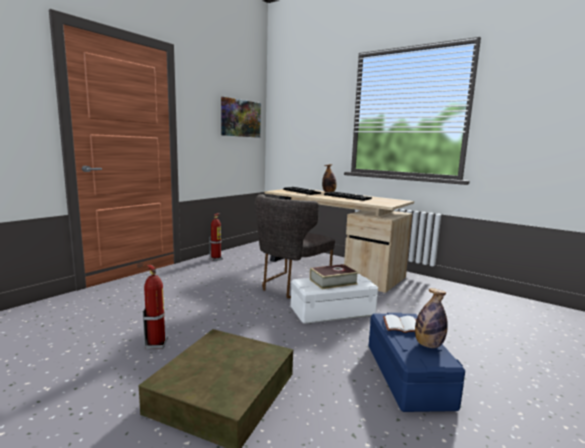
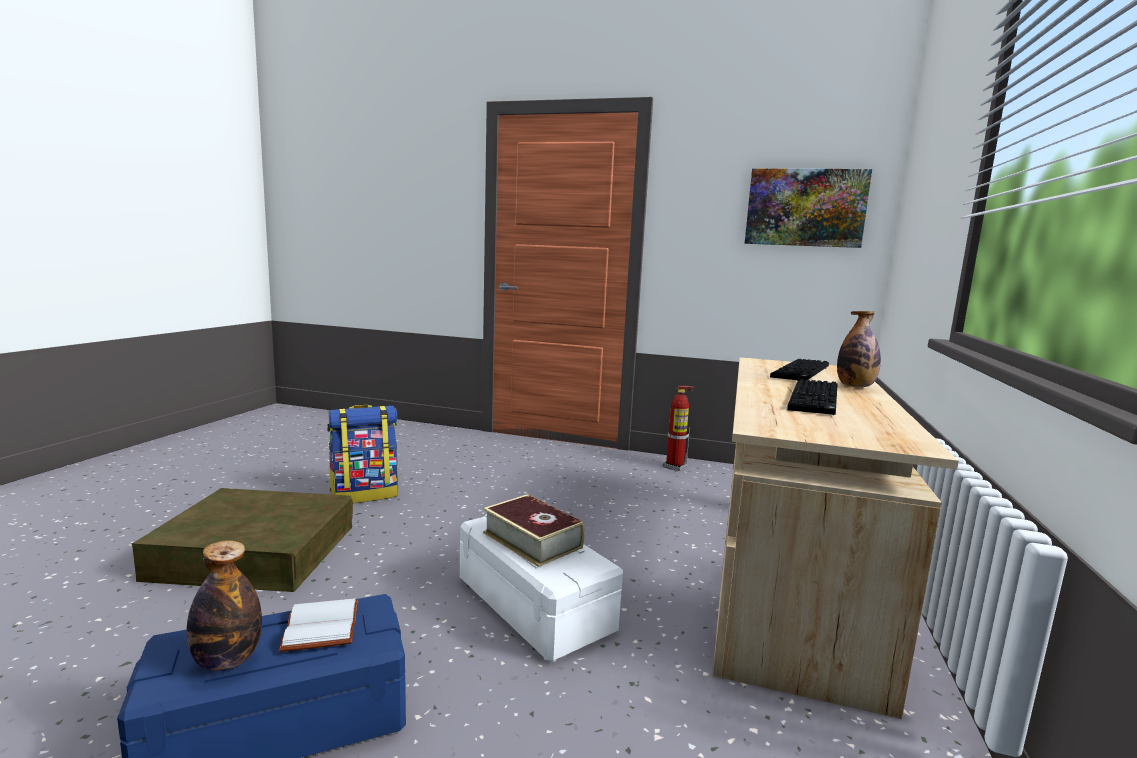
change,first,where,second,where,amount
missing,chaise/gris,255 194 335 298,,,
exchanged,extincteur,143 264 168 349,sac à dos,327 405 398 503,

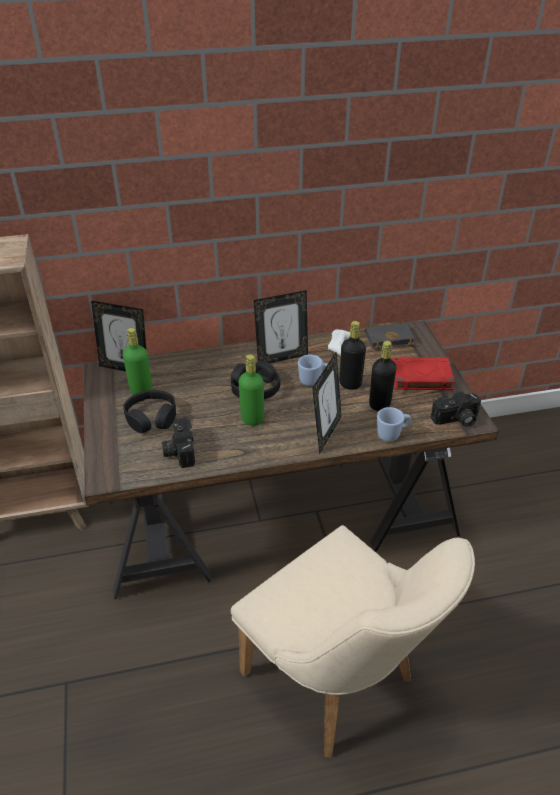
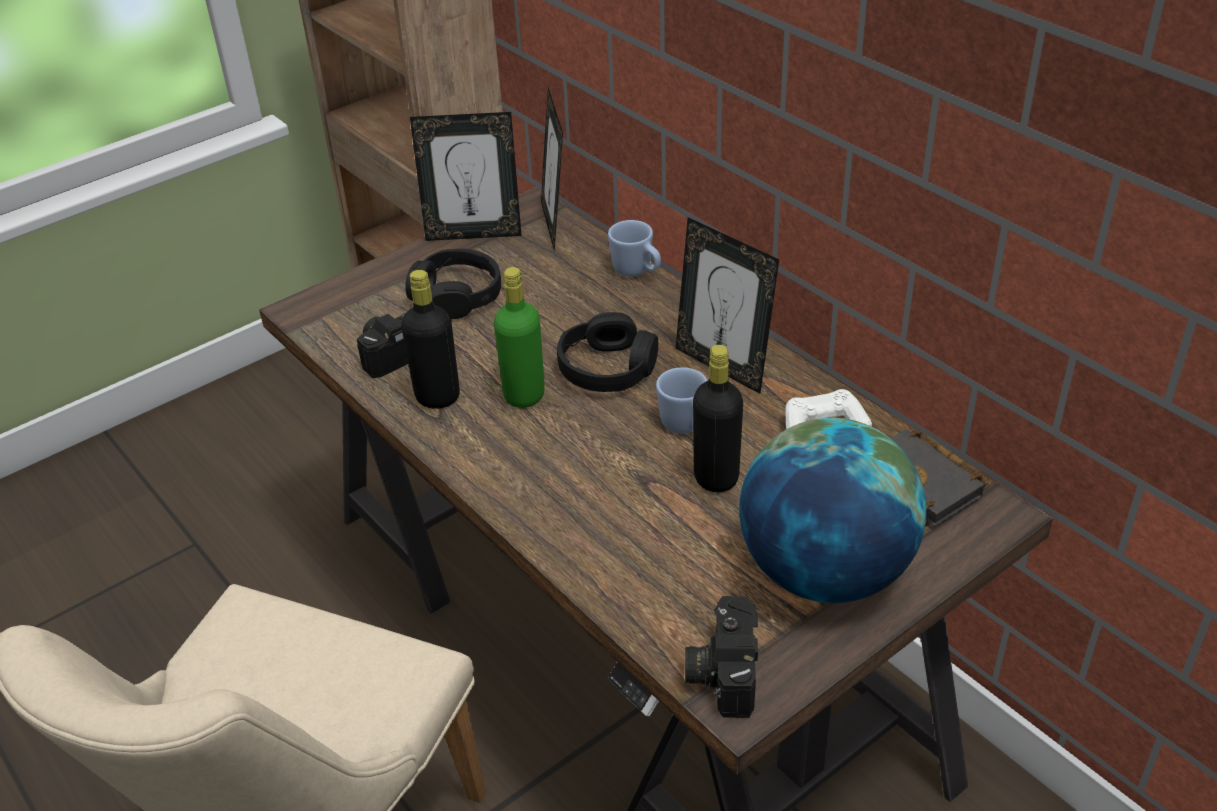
change,first,where,second,where,amount
missing,bouteille/vert,123 328 152 395,,,
relocated,cadre photo,312 351 341 454,,410 112 522 241,
relocated,bouteille/noir,369 341 396 411,,401 270 460 409,
relocated,mug/bleu,377 407 411 442,,608 220 661 277,
exchanged,livre/rouge,391 357 455 391,globe,739 418 926 603,
spun,appareil photo,431 391 481 427,,685 596 758 718,45 degrees clockwise

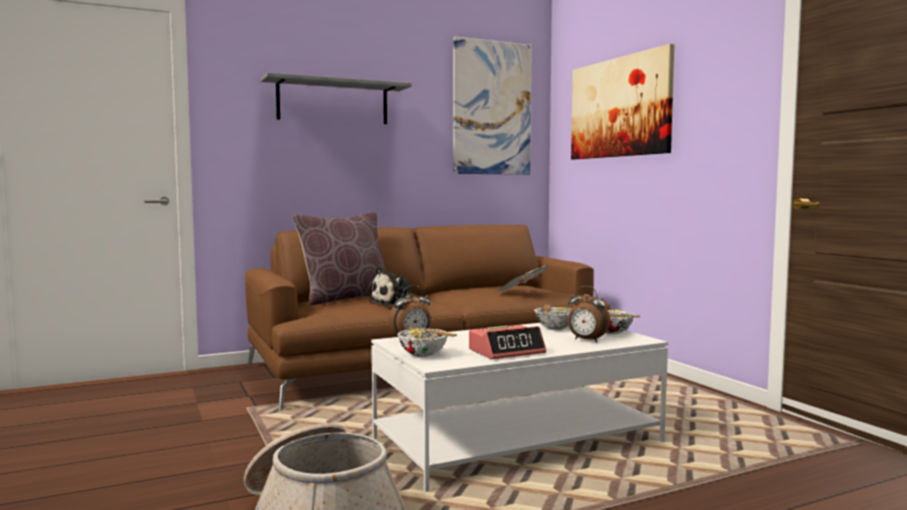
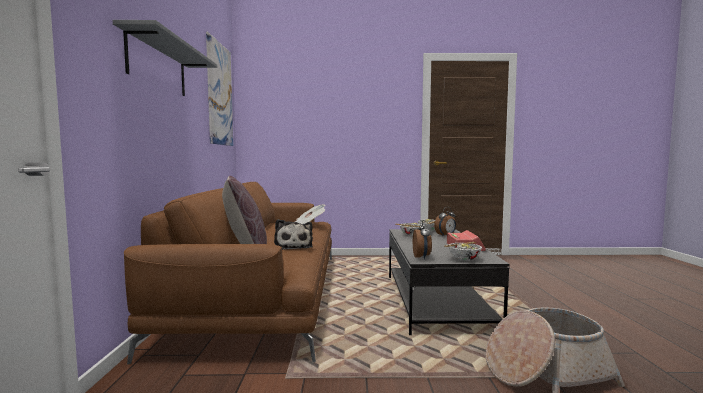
change,first,where,second,where,amount
missing,tableau,571 44 674 159,,,
colour,table basse/blanc,371 323 668 492,table basse/noir,389 229 510 335,

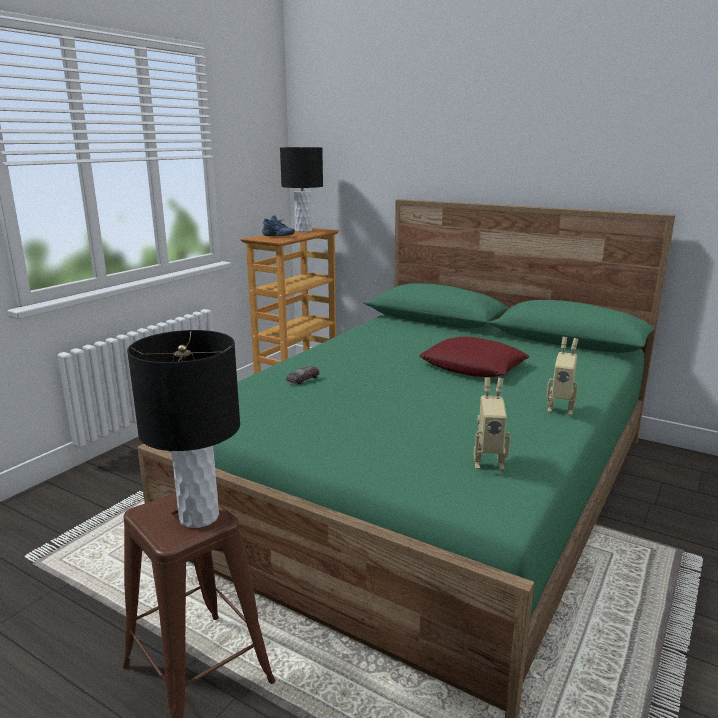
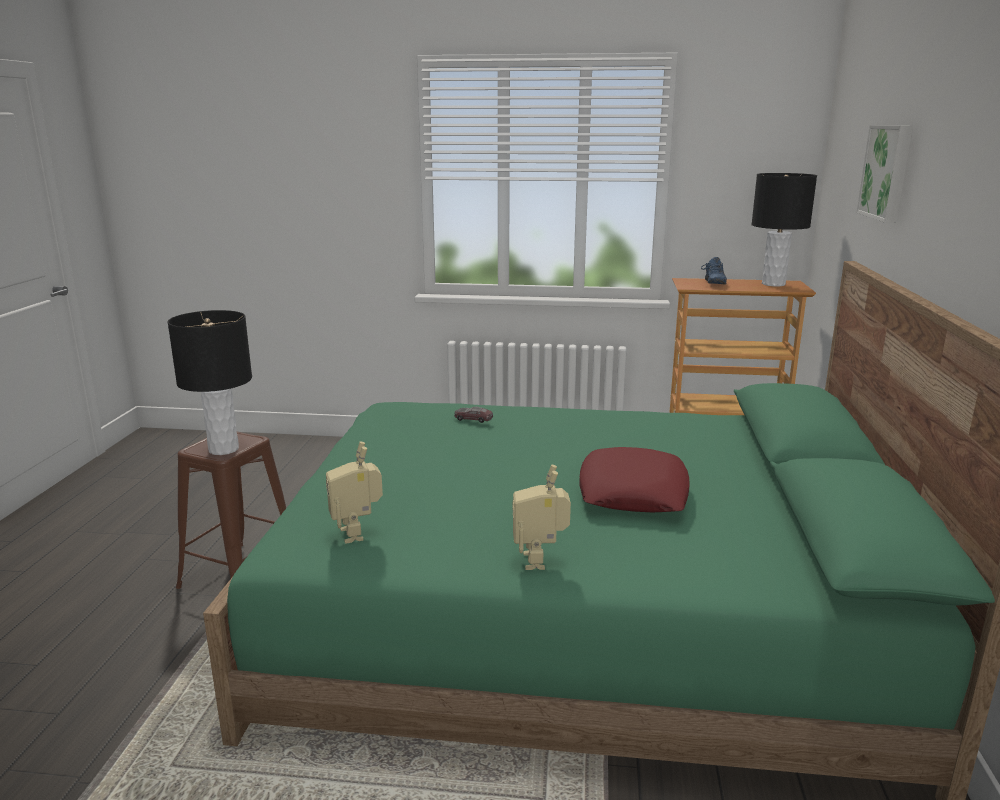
change,first,where,second,where,amount
appeared,,,tableau,856 125 913 223,

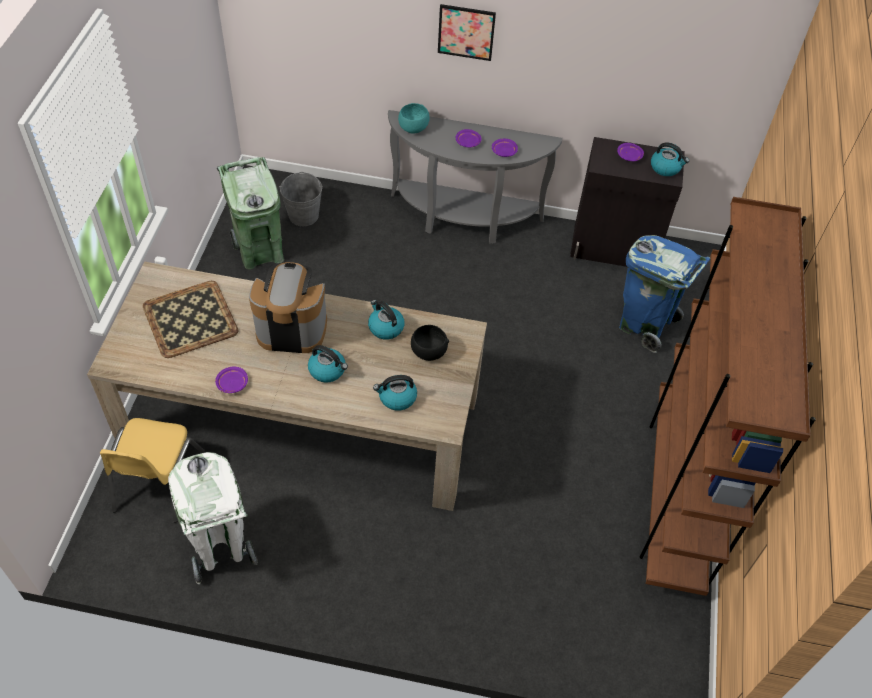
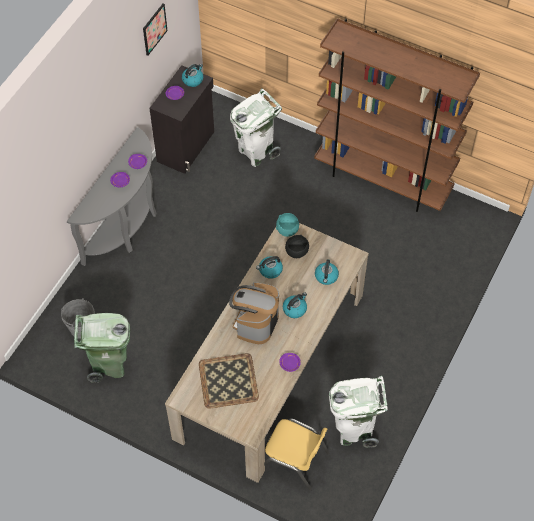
change,first,where,second,where,amount
relocated,bol/turquoise,398 103 430 134,,276 213 299 237,
relocated,tableau,438 4 496 61,,143 3 167 56,
colour,poubelle/bleu,619 235 711 353,poubelle/blanc,230 88 282 167,

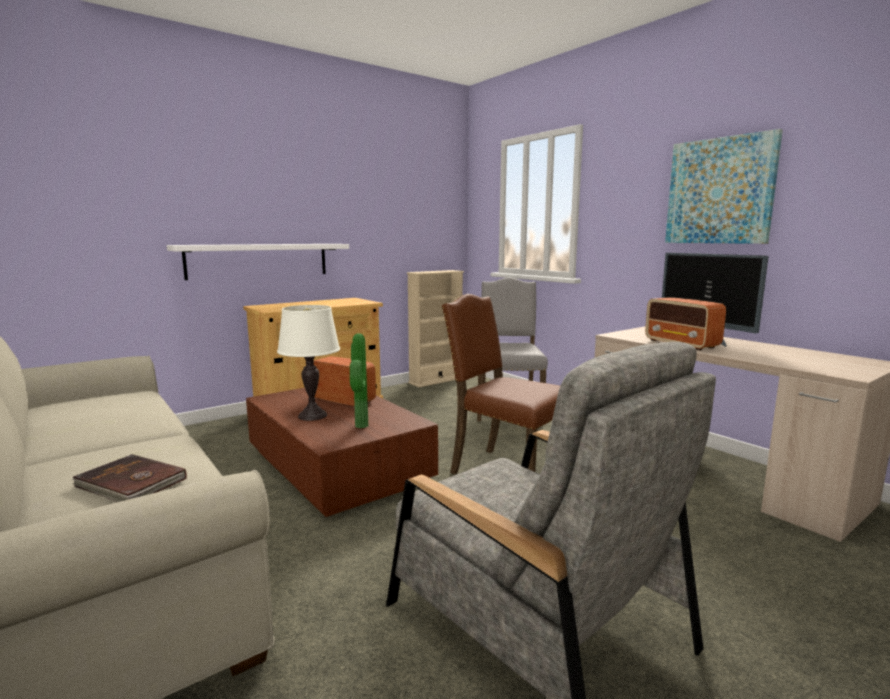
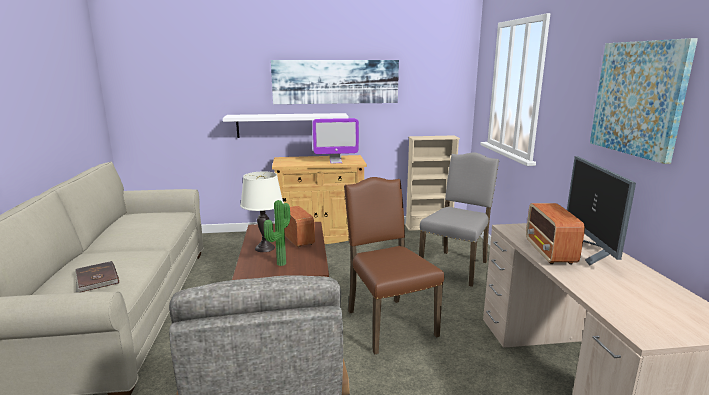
change,first,where,second,where,amount
appeared,,,tableau,271 60 399 104,
appeared,,,écran d'ordinateur,312 118 359 164,

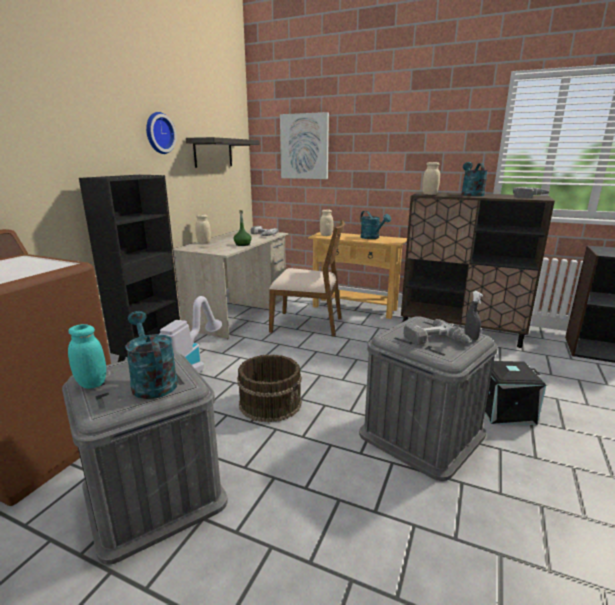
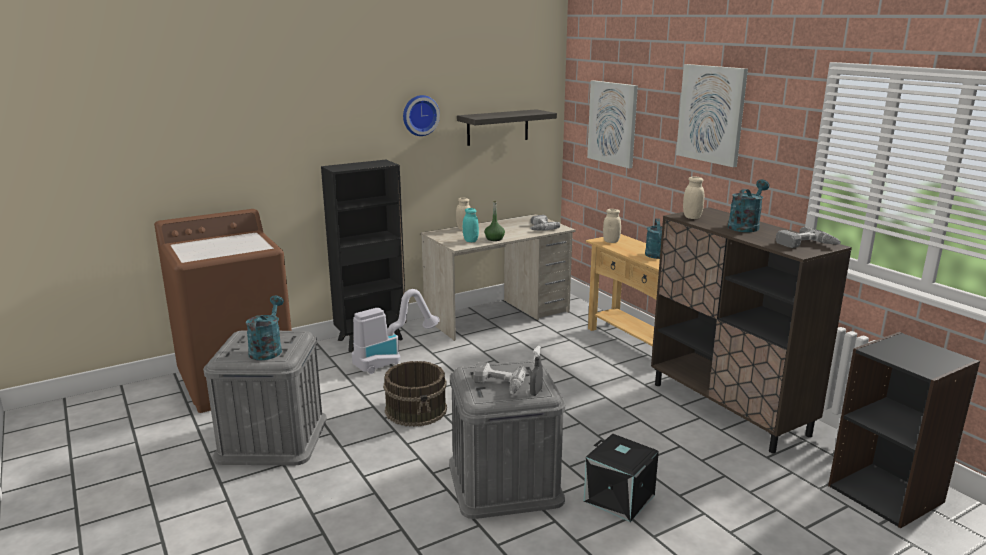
change,first,where,second,where,amount
missing,chaise/marron,269 220 345 337,,,
appeared,,,tableau,676 64 748 167,
relocated,bocal/turquoise,68 324 106 389,,463 208 479 242,

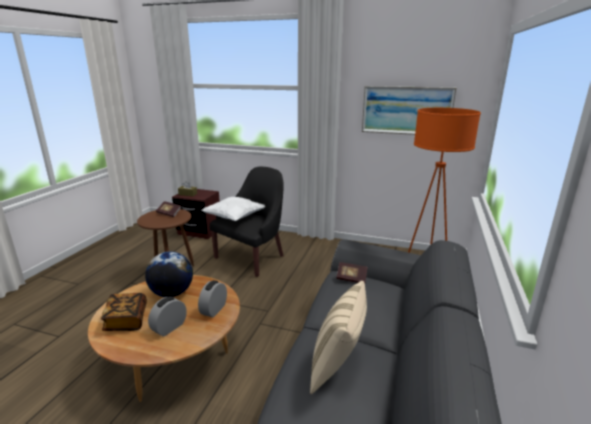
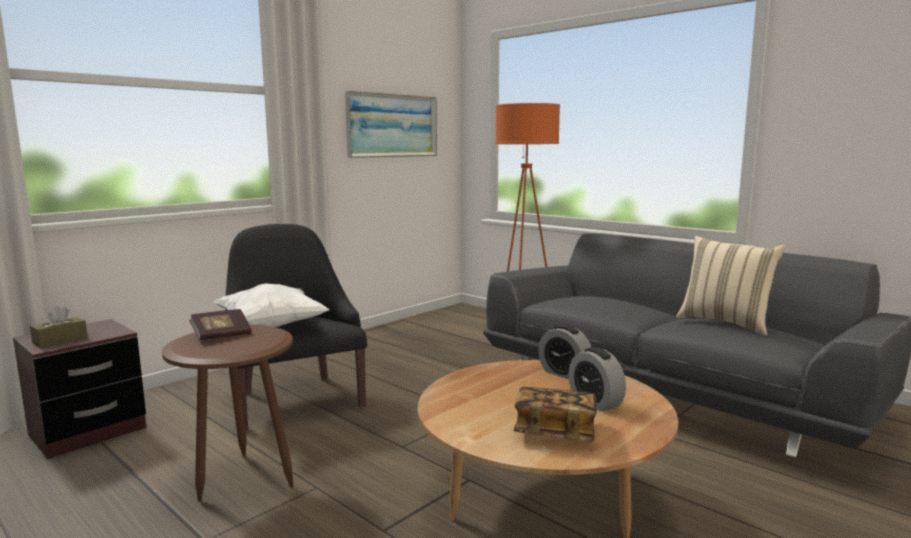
change,first,where,second,where,amount
missing,globe,145 252 193 297,,,
missing,livre,336 262 367 283,,,

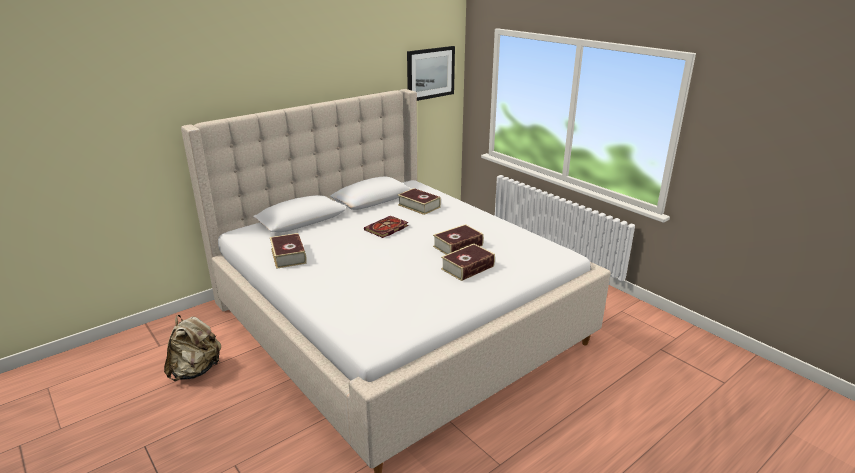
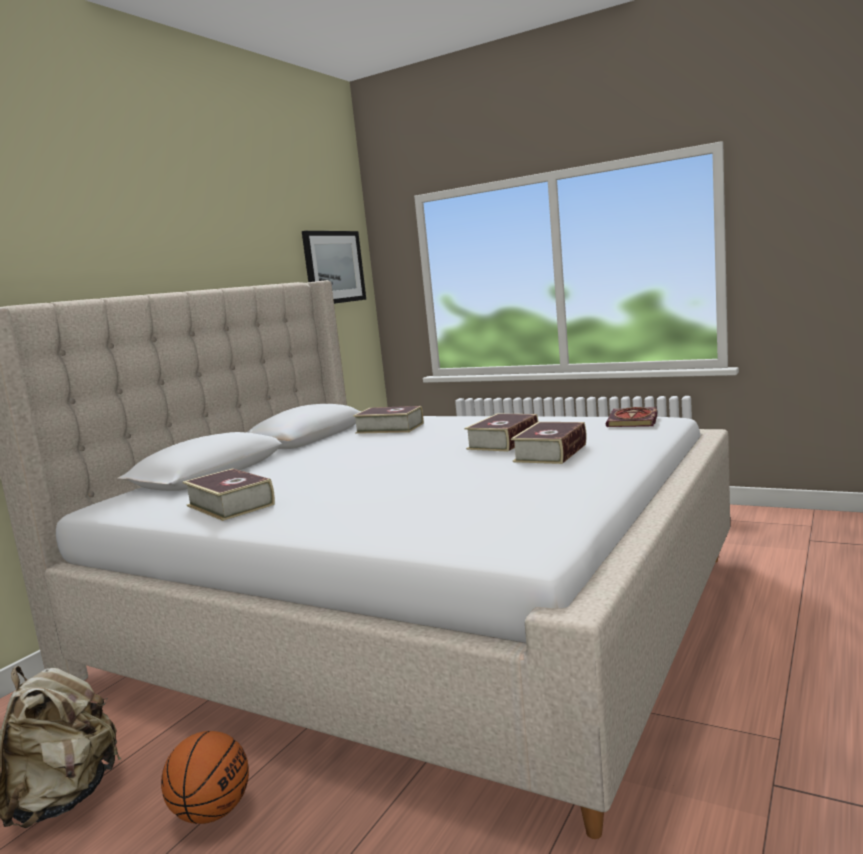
change,first,where,second,where,amount
appeared,,,ballon de basket,161 731 249 824,
relocated,livre,364 216 409 238,,606 407 658 427,

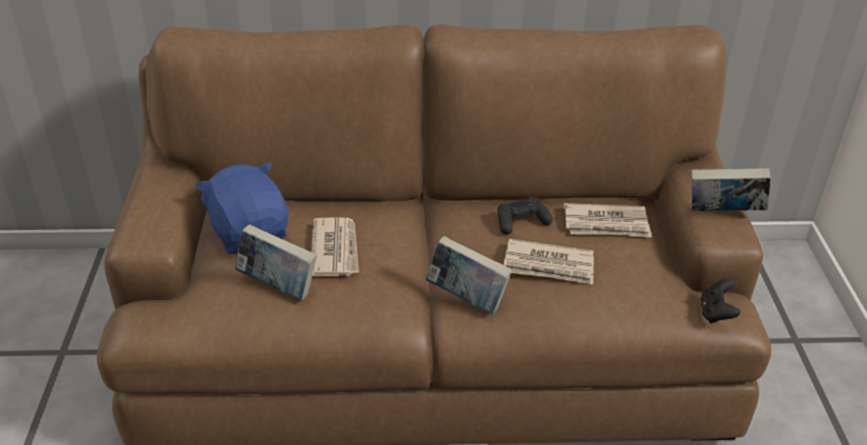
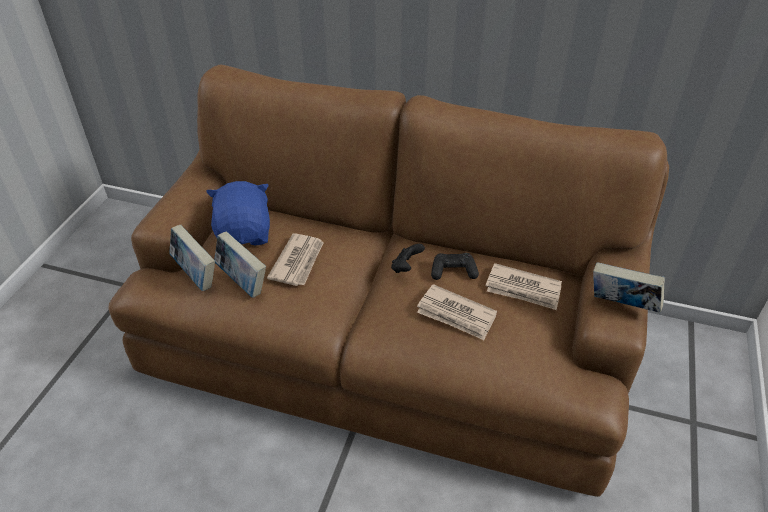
change,first,where,second,where,amount
relocated,livre,426 236 512 314,,169 225 215 291,
relocated,manette/noir,700 278 740 323,,391 244 425 273,

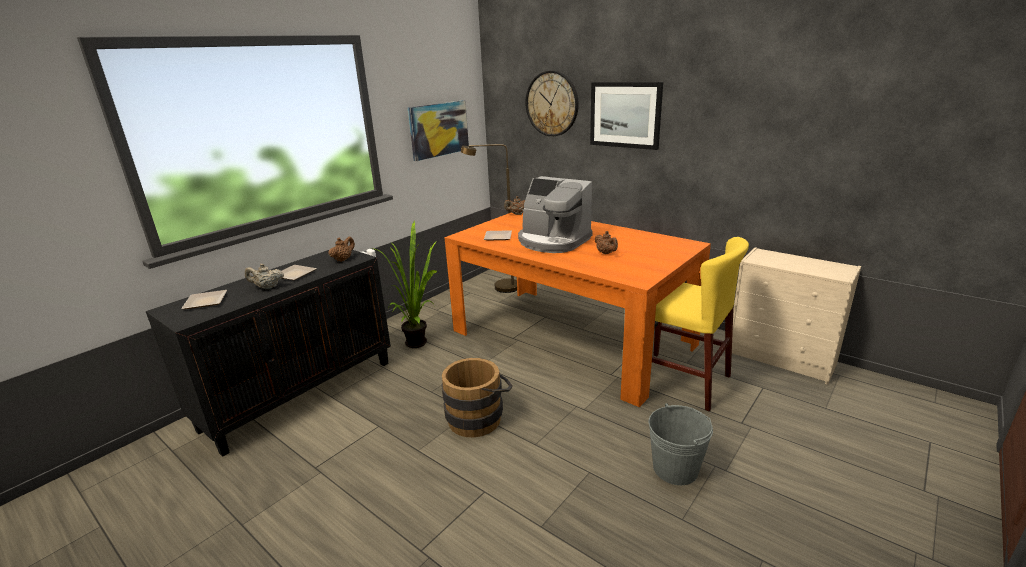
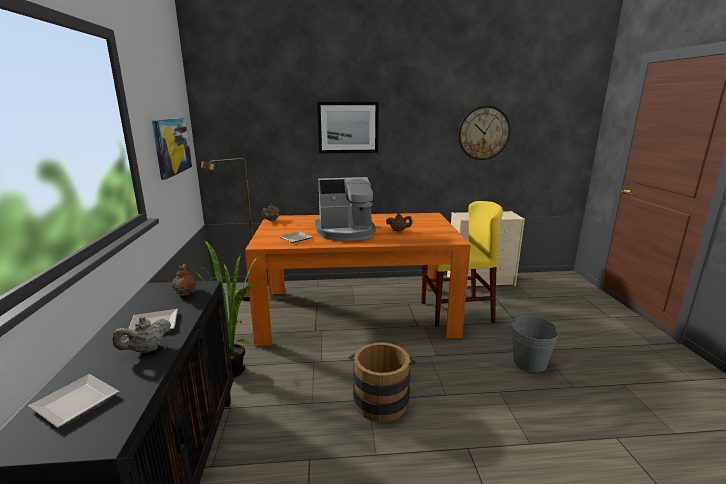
change,first,where,second,where,amount
relocated,horloge murale,525 71 579 136,,458 106 510 160,

